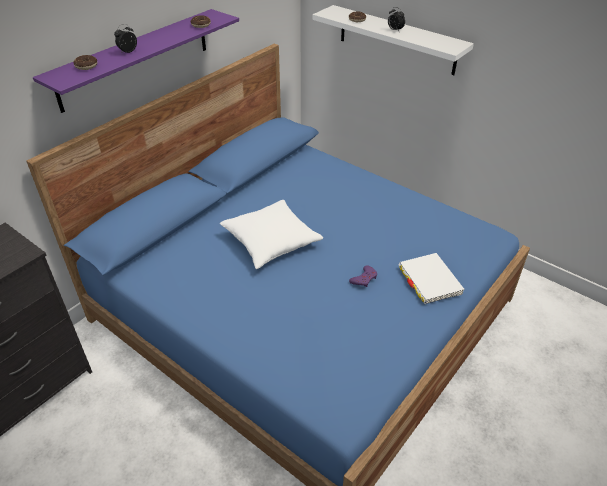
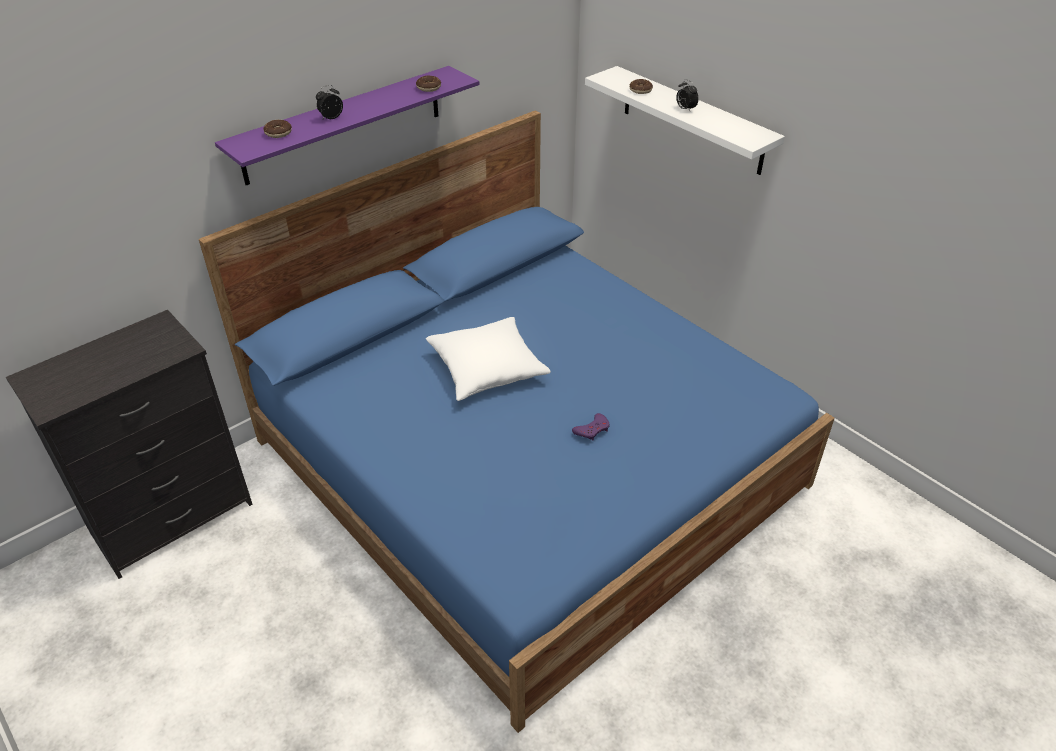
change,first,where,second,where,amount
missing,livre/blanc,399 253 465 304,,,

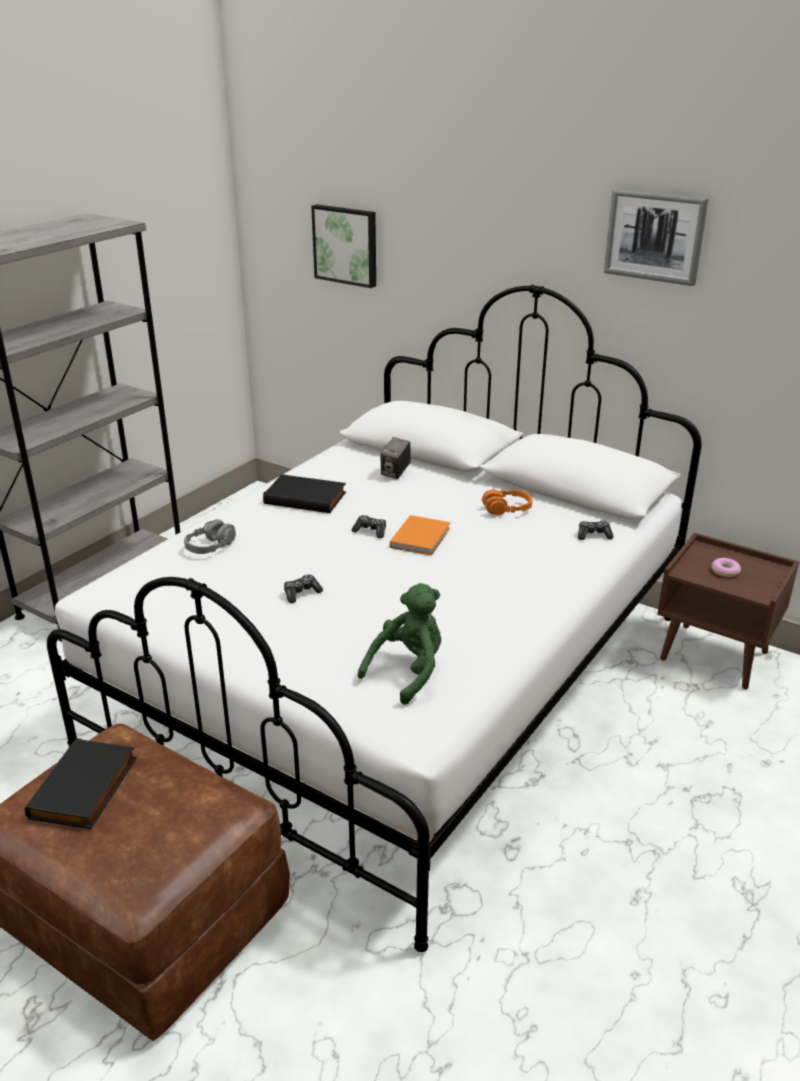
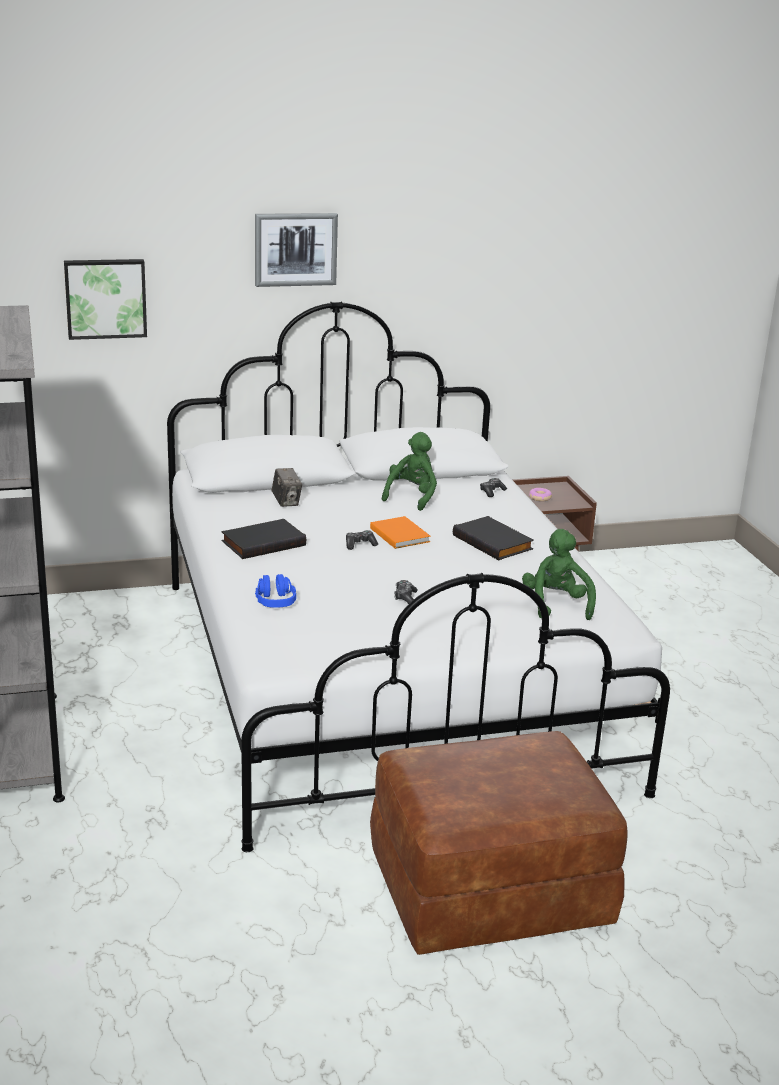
change,first,where,second,where,amount
relocated,livre/noir,25 738 137 829,,453 516 534 560,
relocated,tableau,604 189 709 286,,255 213 338 287,
exchanged,casque audio/orange,482 489 532 515,peluche/vert,382 432 437 511,
colour,casque audio/gris,184 519 236 554,casque audio/bleu,255 574 296 608,

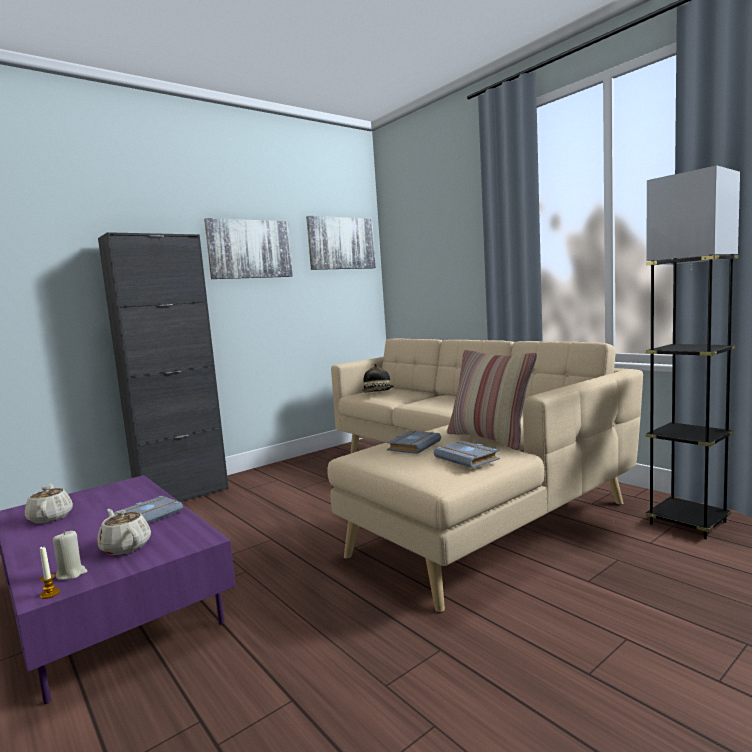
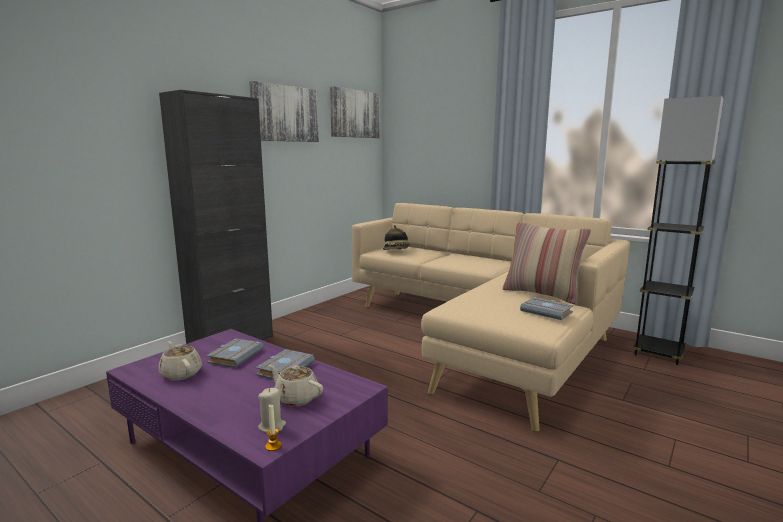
change,first,where,second,where,amount
relocated,livre/gris,387 431 441 454,,207 338 264 368,

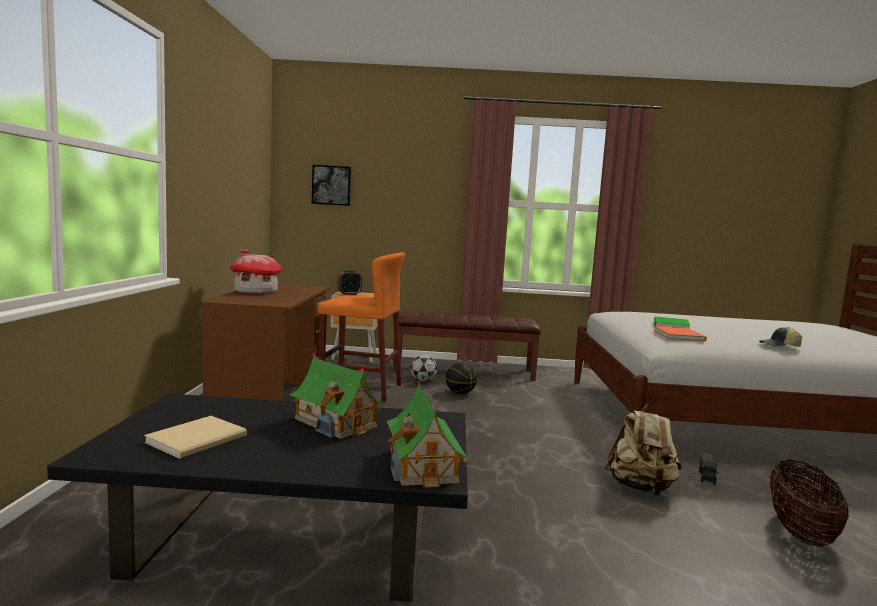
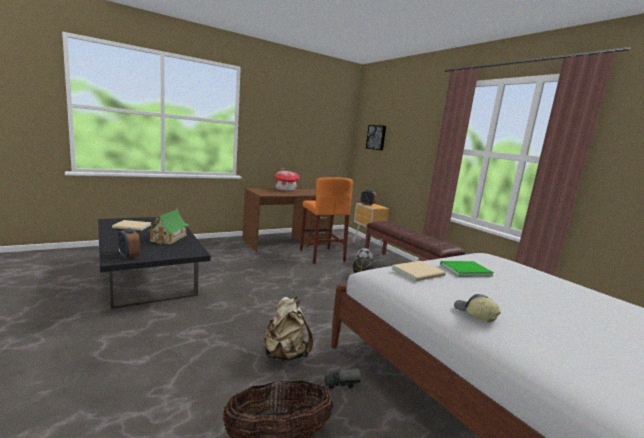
change,first,where,second,where,amount
exchanged,maison miniature,387 381 471 488,réveil,118 228 140 259,
colour,livre/orange,654 326 707 341,livre/beige,392 261 446 282,

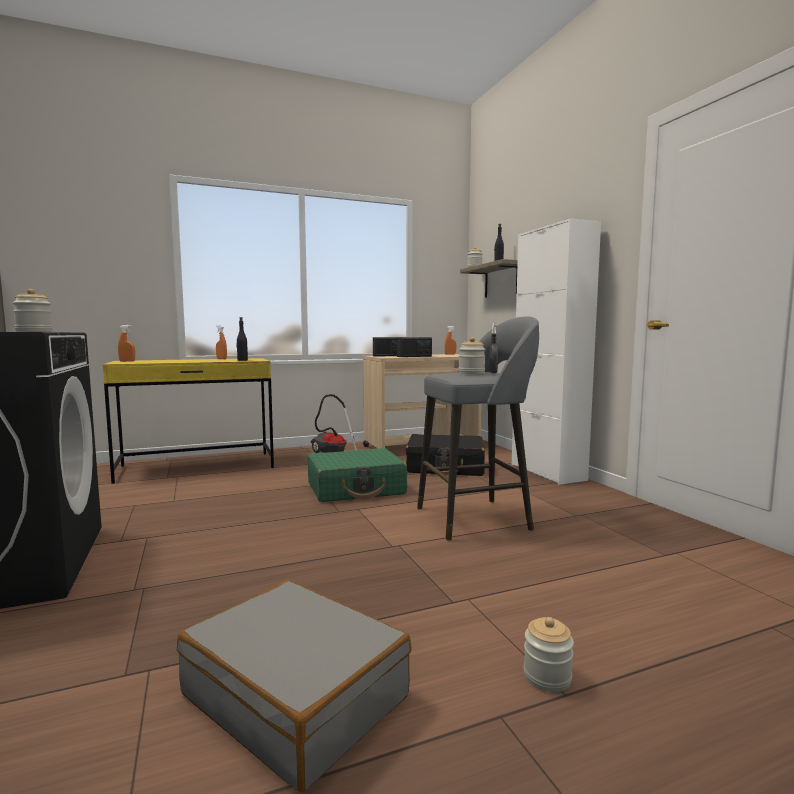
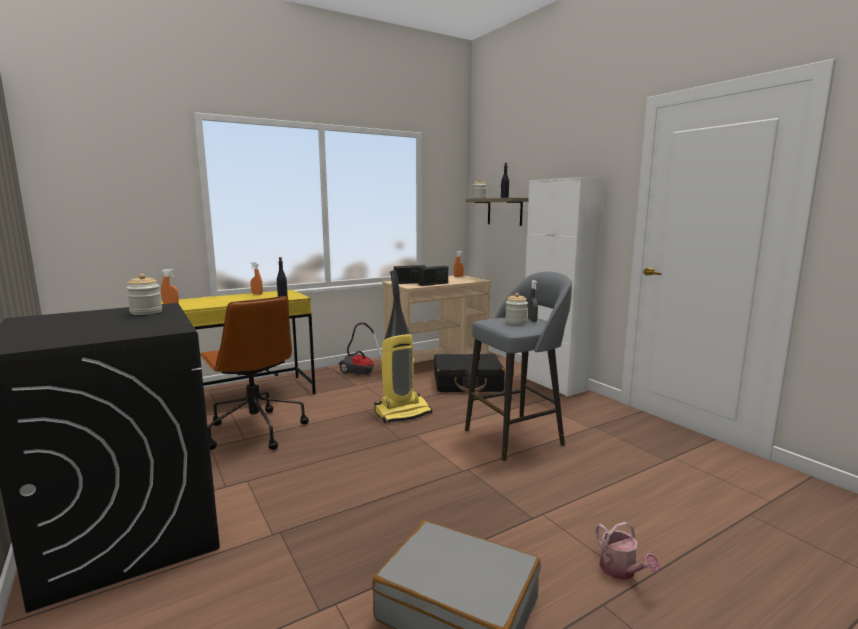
change,first,where,second,where,amount
appeared,,,chaise de bureau/marron,200 296 309 450,
exchanged,valise/vert,307 448 407 502,aspirateur,374 270 432 423,
exchanged,bocal,524 617 574 692,arrosoir,595 522 660 580,

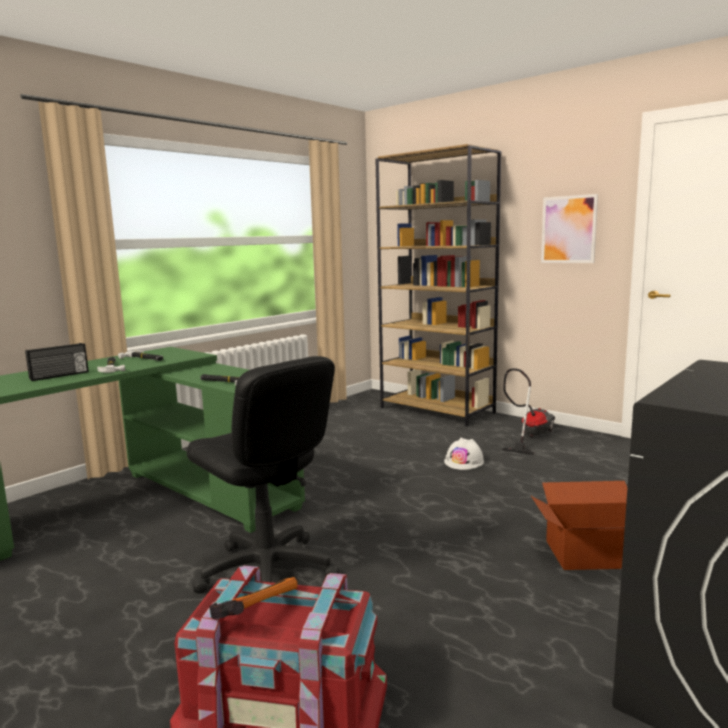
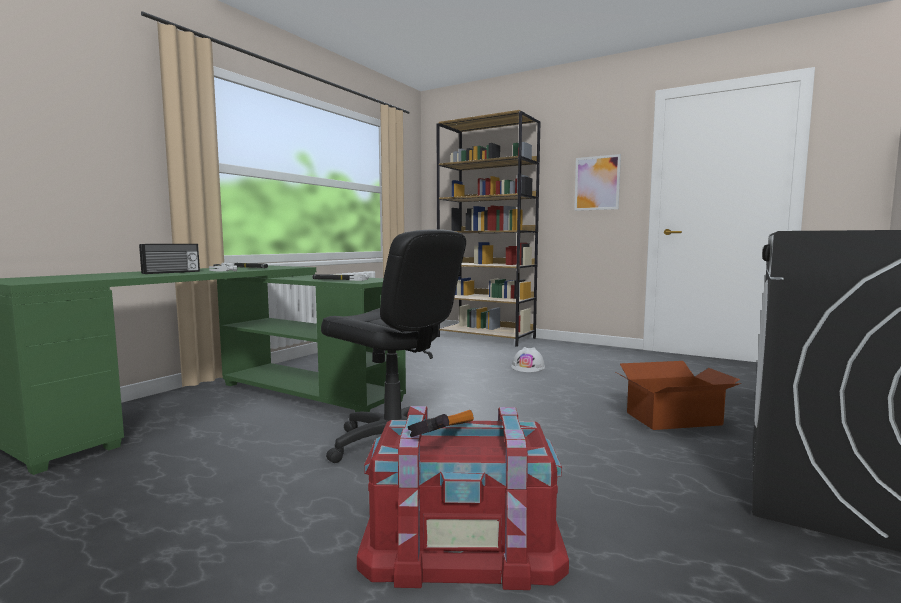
change,first,where,second,where,amount
missing,aspirateur,502 368 555 455,,,

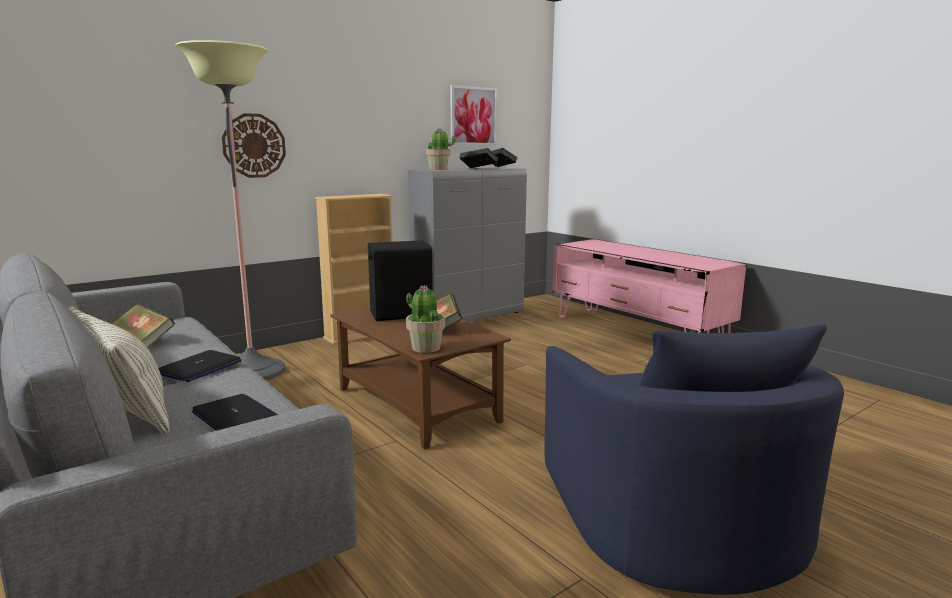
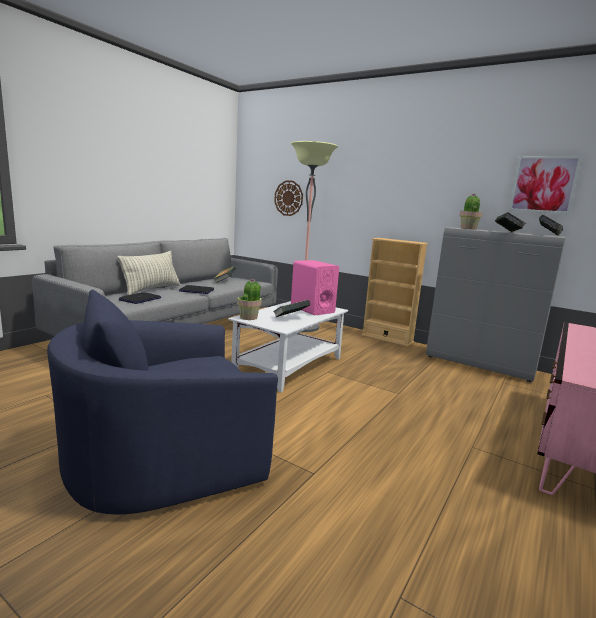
change,first,where,second,where,amount
relocated,horloge murale,222 113 286 178,,274 180 303 216,
colour,table basse/marron,331 308 511 449,table basse/blanc,228 301 348 392,
colour,enceinte/noir,368 240 433 321,enceinte/rose,291 260 339 315,

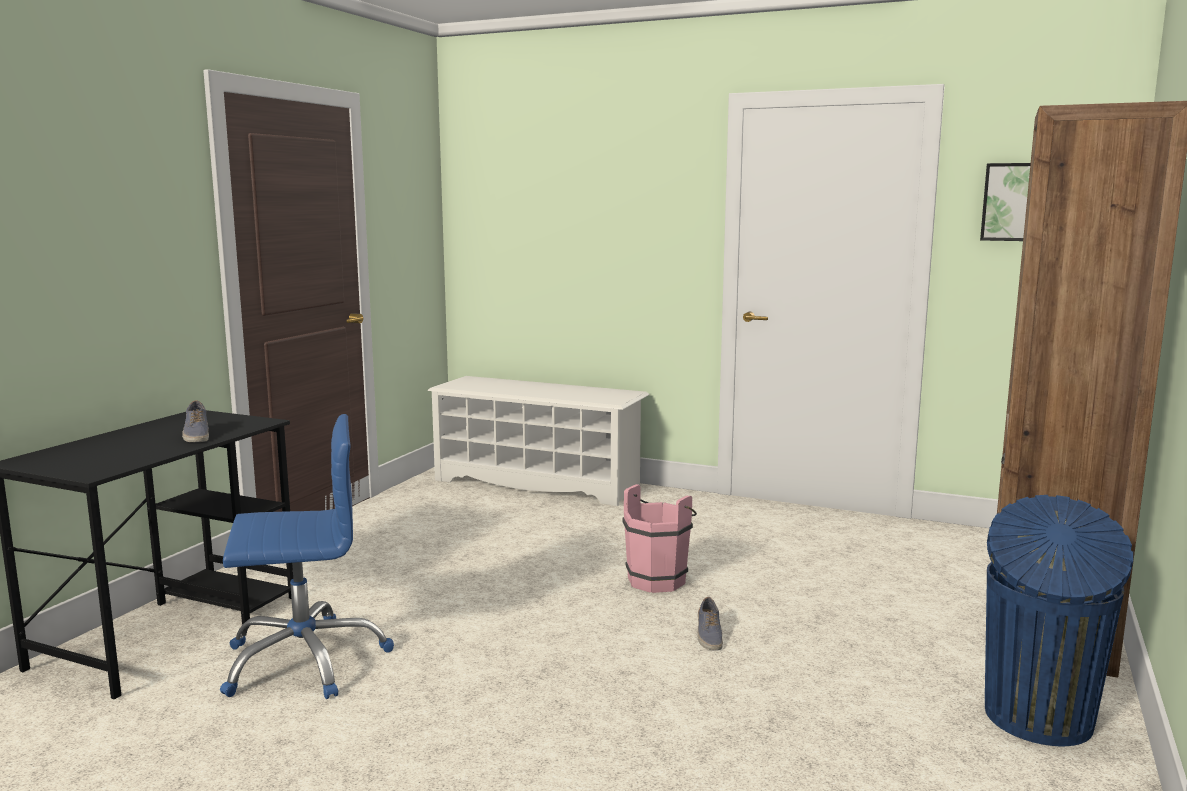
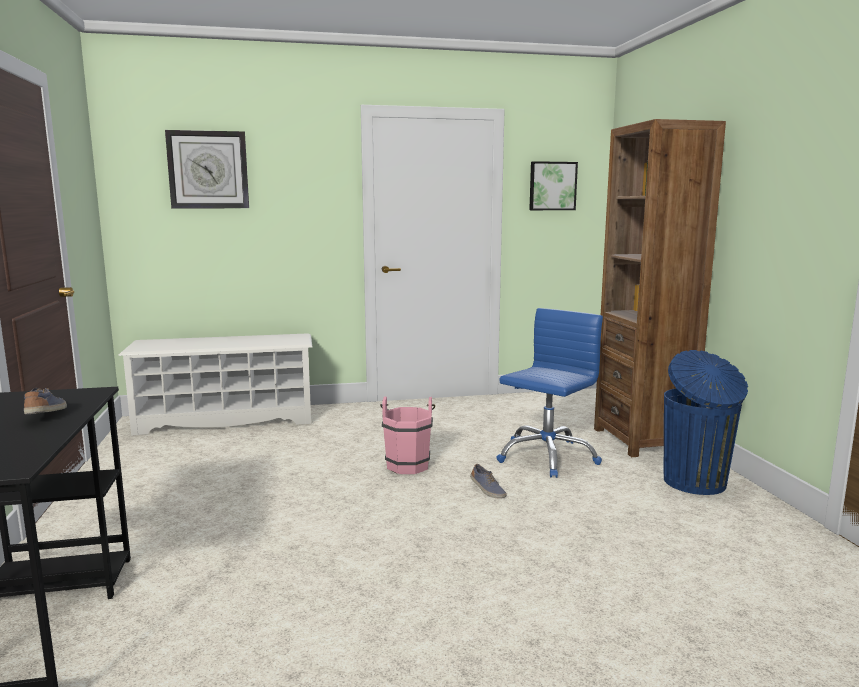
change,first,where,second,where,amount
appeared,,,horloge murale,165 130 249 208,
relocated,chaise de bureau/bleu,220 414 394 699,,496 308 603 478,
spun,chaussure,182 400 209 442,,24 388 67 414,135 degrees counterclockwise

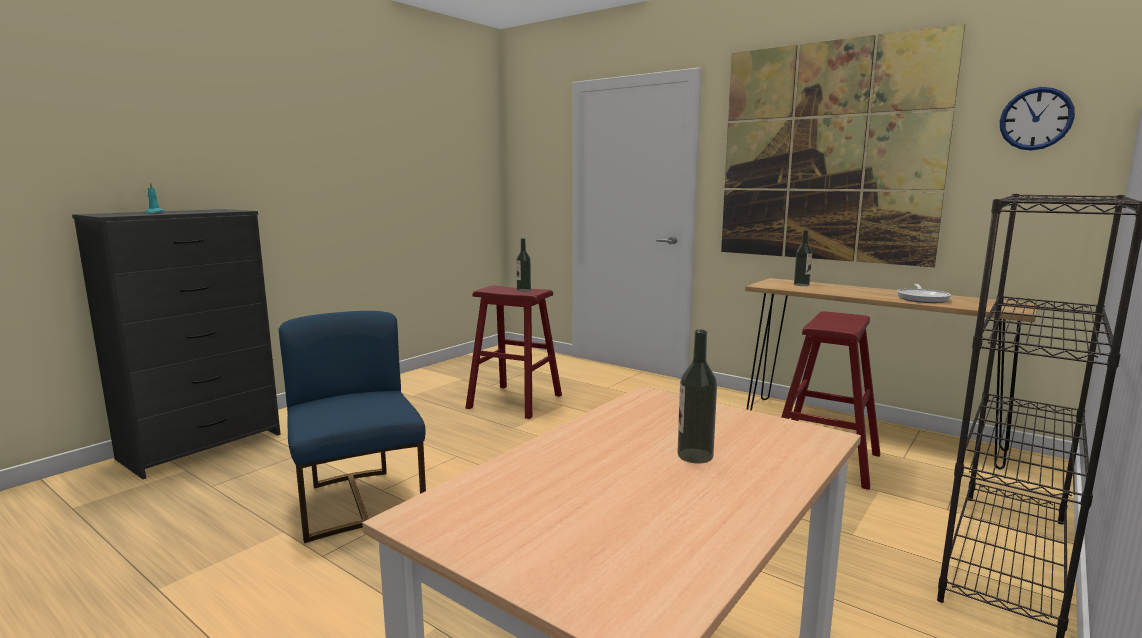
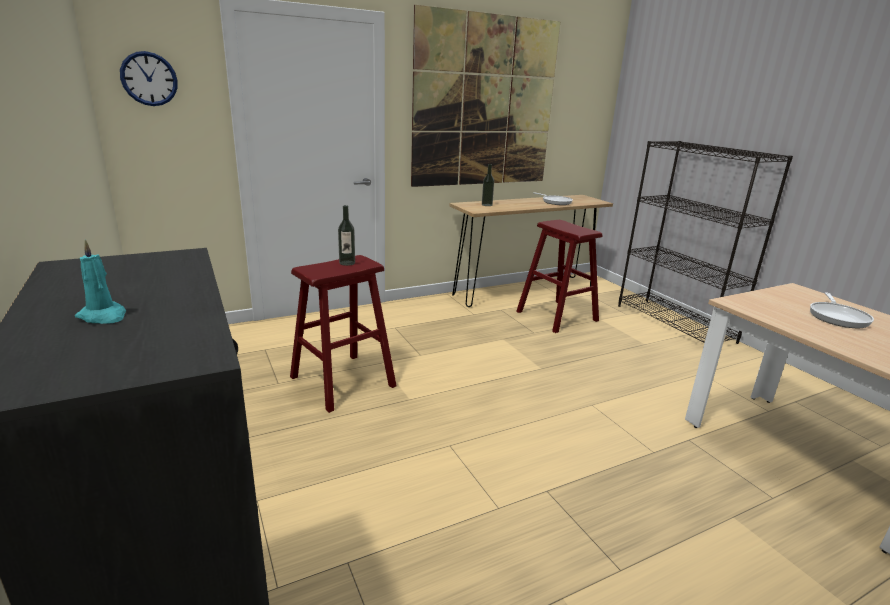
change,first,where,second,where,amount
missing,chaise/bleu,279 311 426 543,,,
relocated,horloge murale,1000 87 1075 151,,120 51 178 106,
exchanged,bouteille,677 330 717 464,poêle,810 292 874 328,

